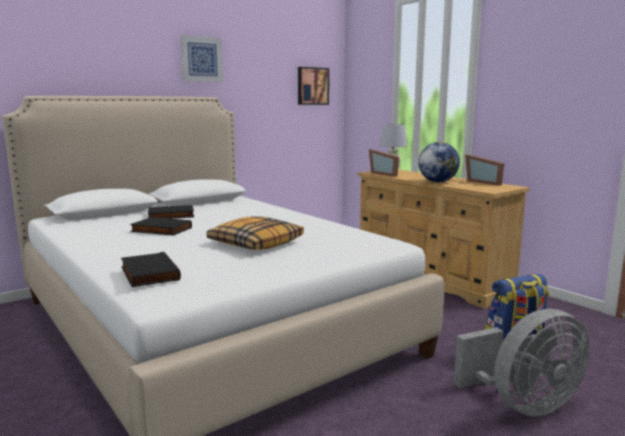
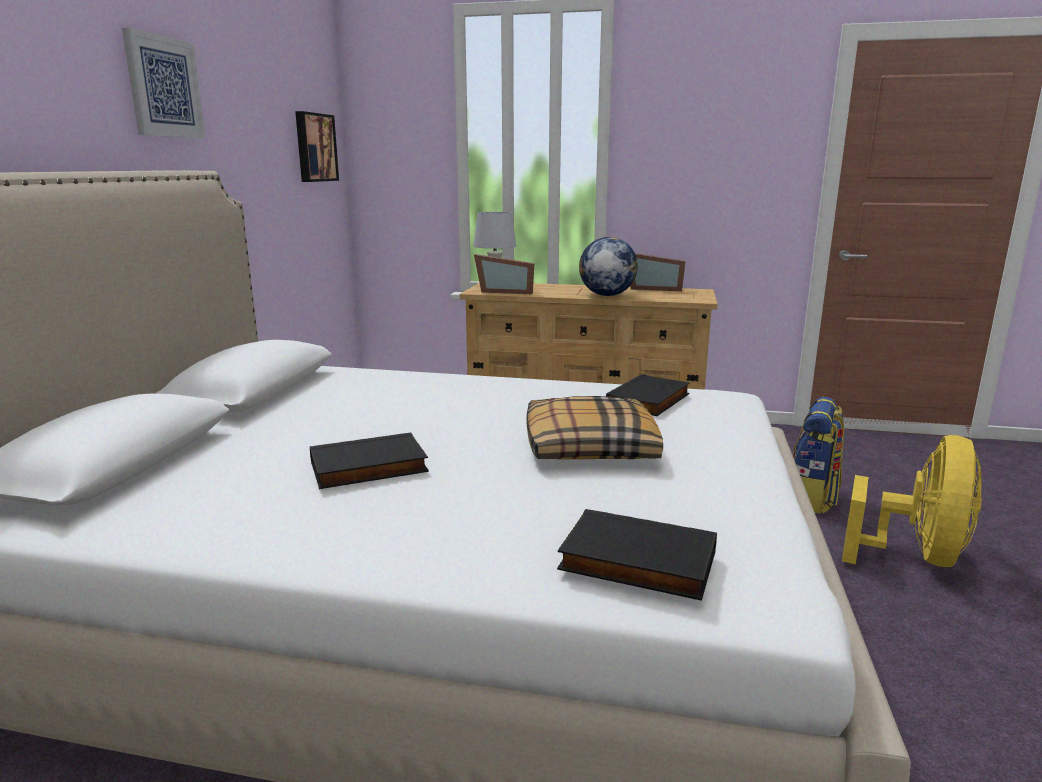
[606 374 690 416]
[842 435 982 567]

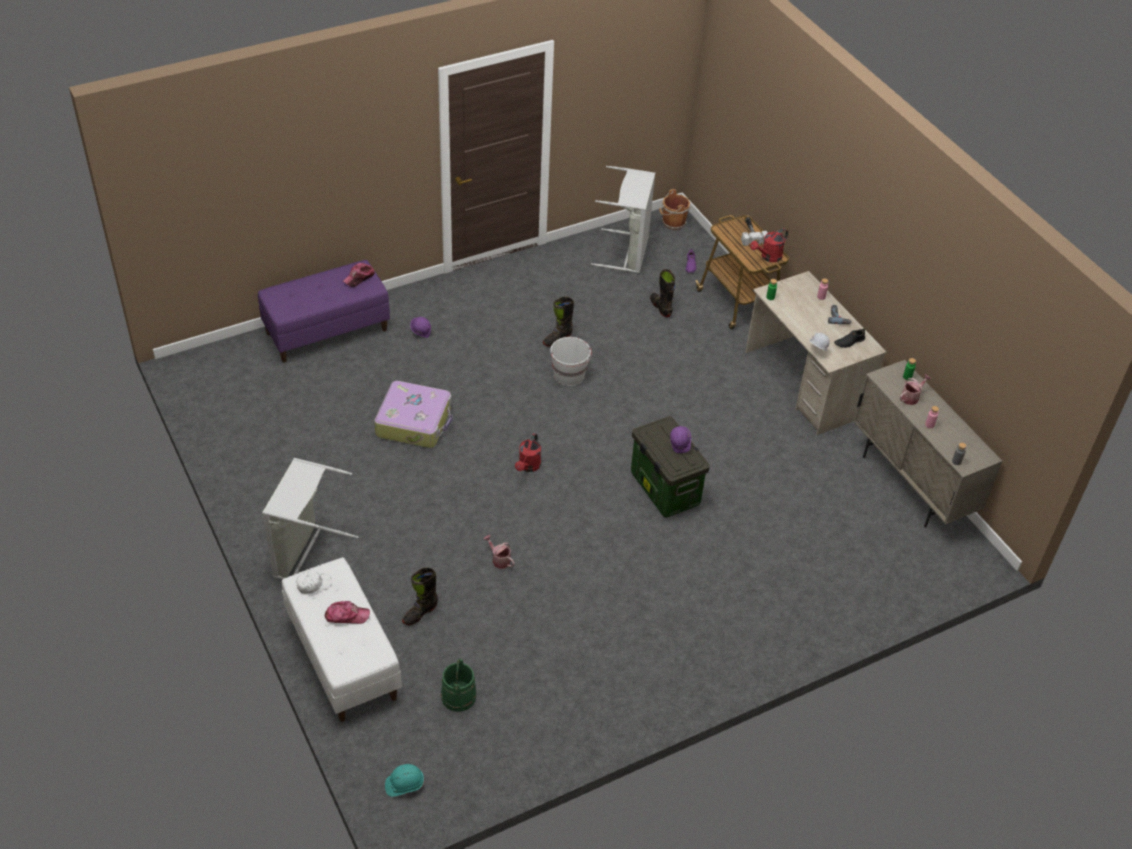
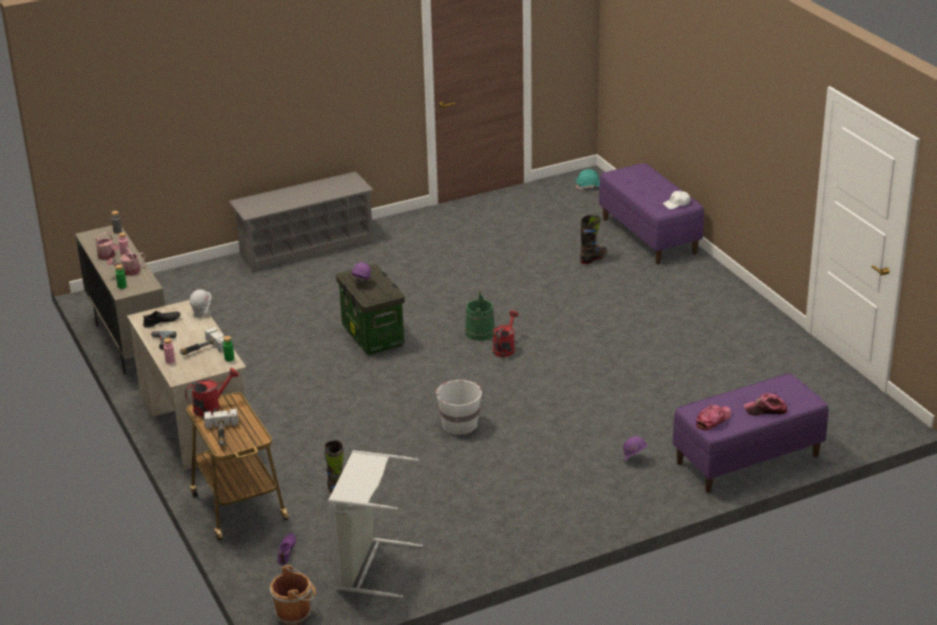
[543 296 574 347] (first image)
[374 381 453 448] (first image)
[262 458 359 579] (first image)
[95 233 119 260]
[599 163 704 265]
[744 393 787 415]
[465 290 495 341]
[229 172 374 273]
[180 327 225 355]

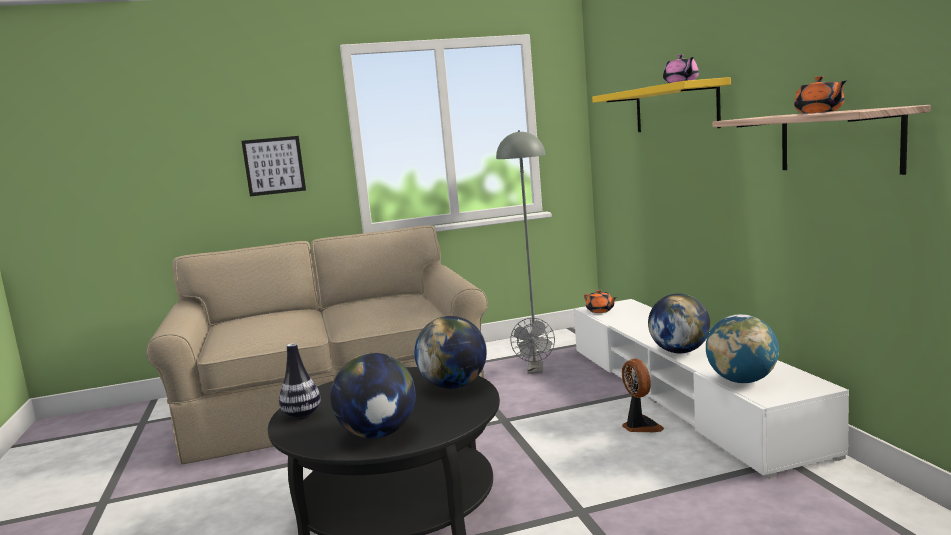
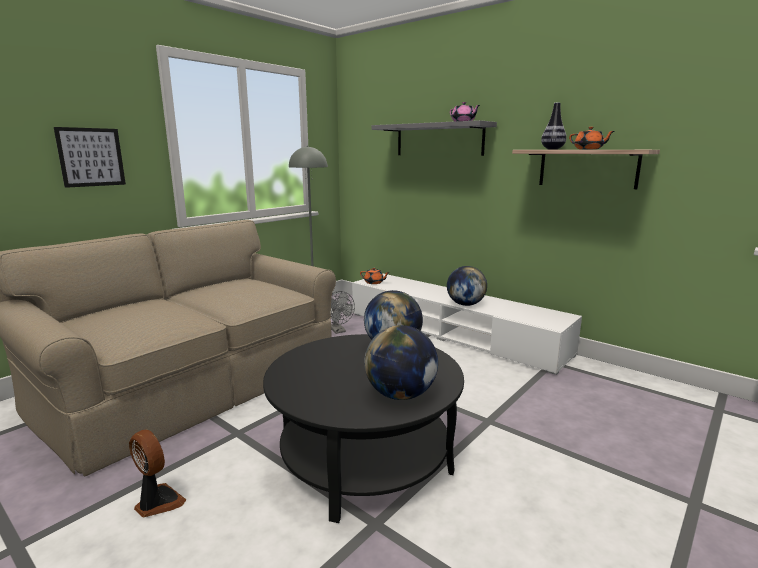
[371 120 497 156]
[706 314 779 383] (first image)
[541 103 567 150]
[129 430 186 517]

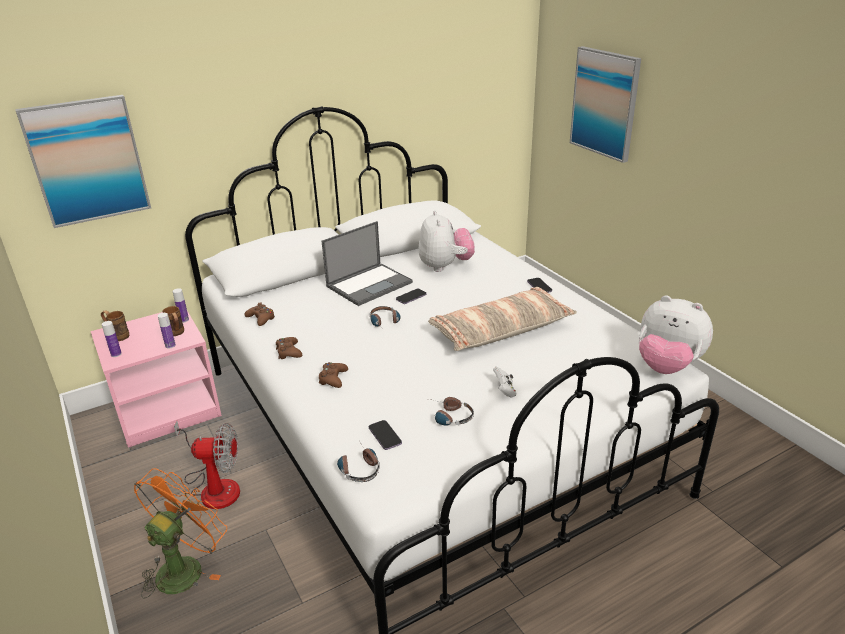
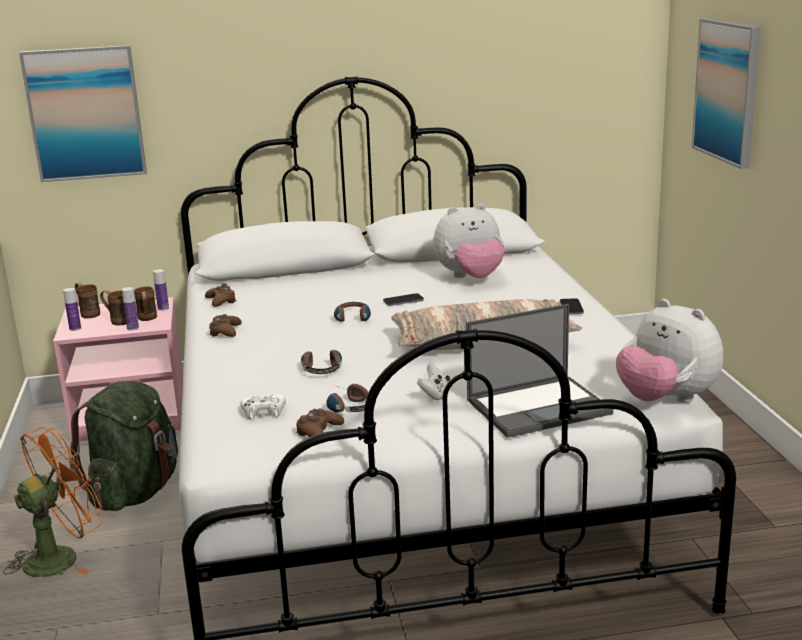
[433 204 505 278]
[466 304 613 438]
[296 408 344 437]
[240 394 286 419]
[68 381 178 511]
[301 349 342 374]
[100 290 126 325]

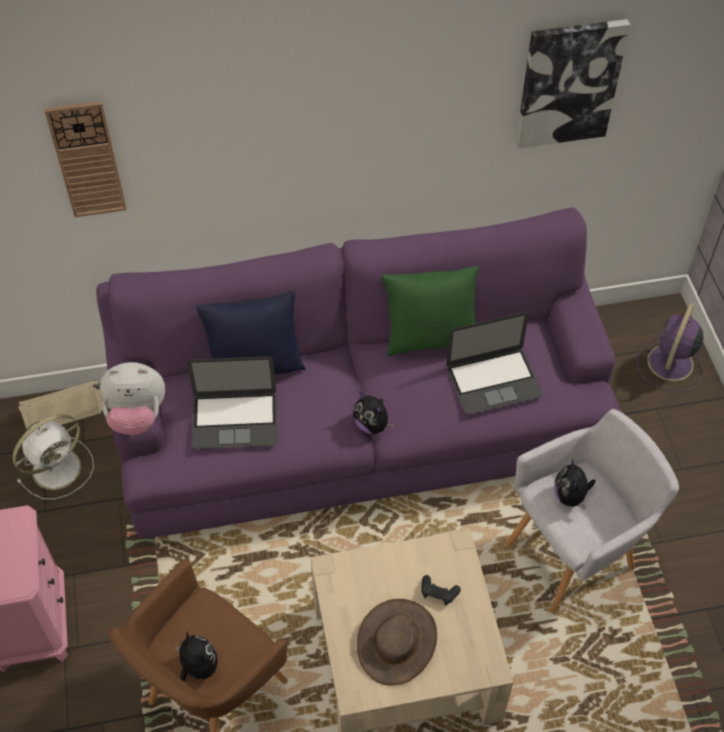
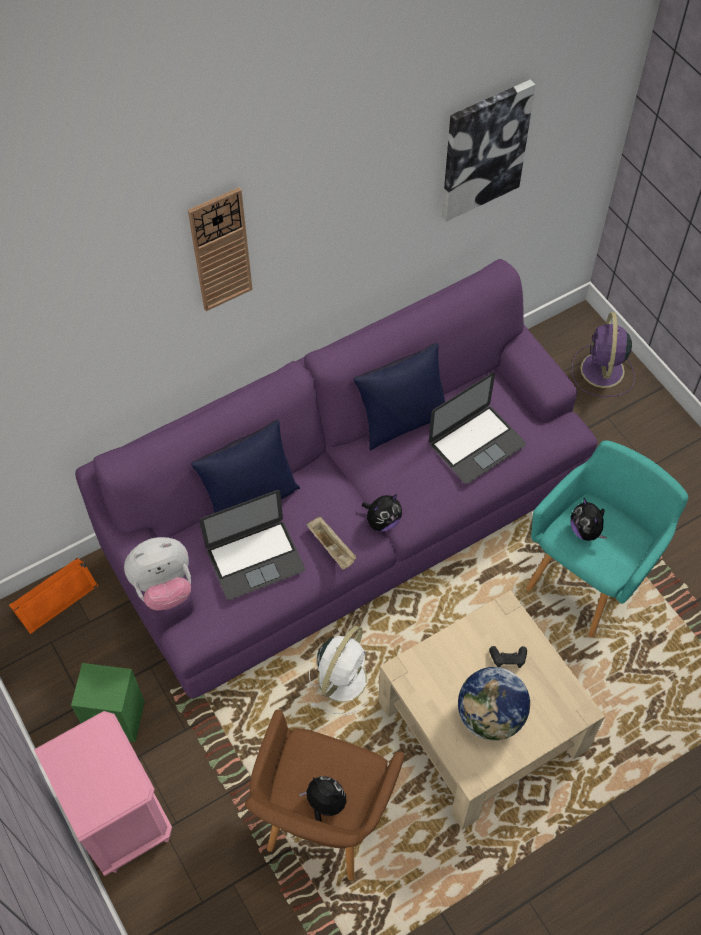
[188 187 253 311]
[353 343 445 450]
[9 558 98 634]
[362 494 402 532]
[526 440 688 637]
[309 626 369 714]
[458 667 530 741]
[307 517 356 570]
[71 663 145 742]

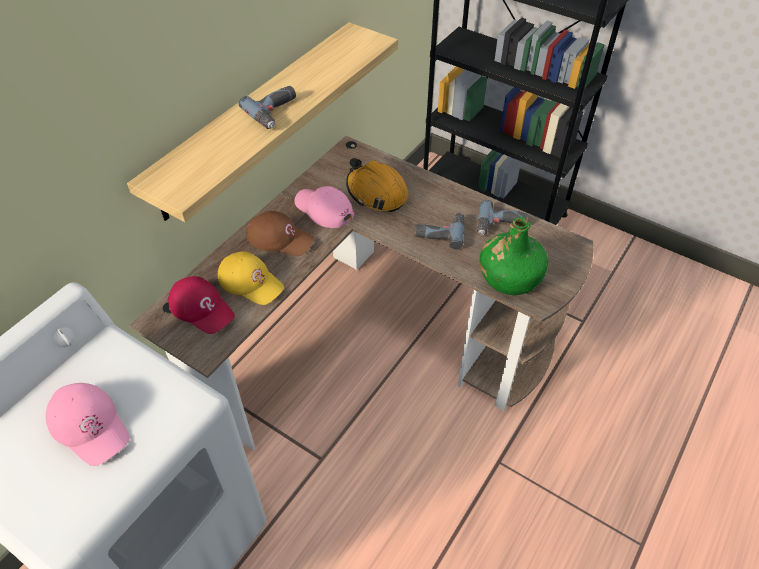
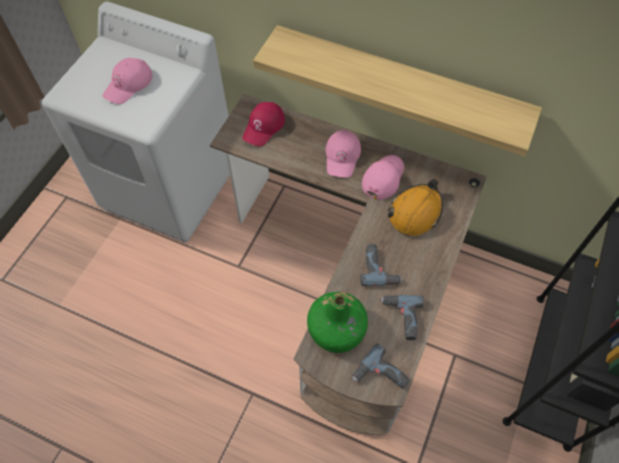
[352 344 410 389]
[326 130 361 177]
[217 251 284 305] (first image)

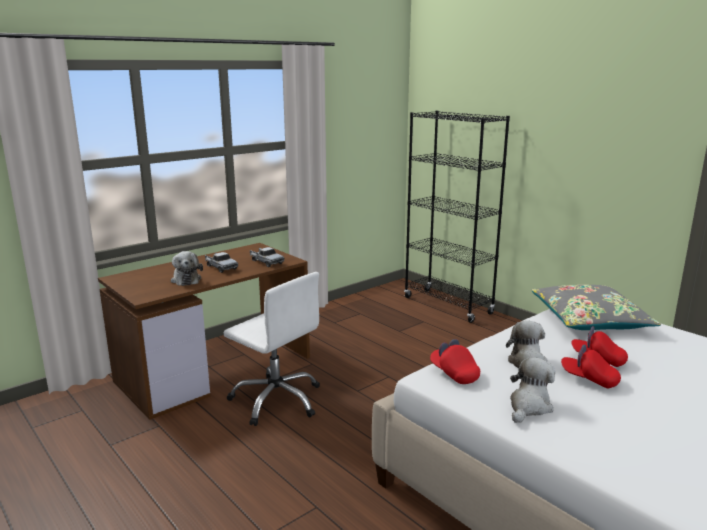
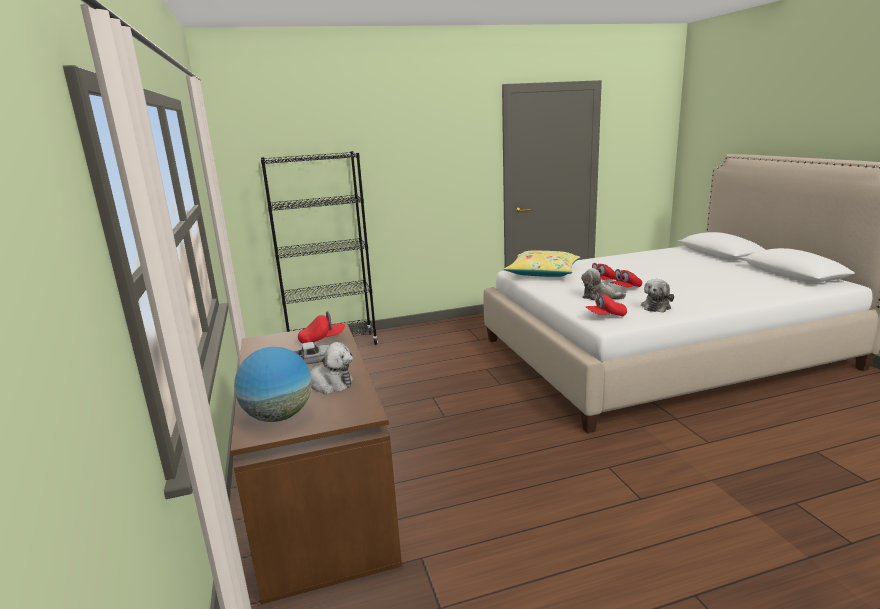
[298 311 345 344]
[224 272 320 426] (first image)
[504 251 581 277]
[641 279 674 313]
[234 347 312 422]

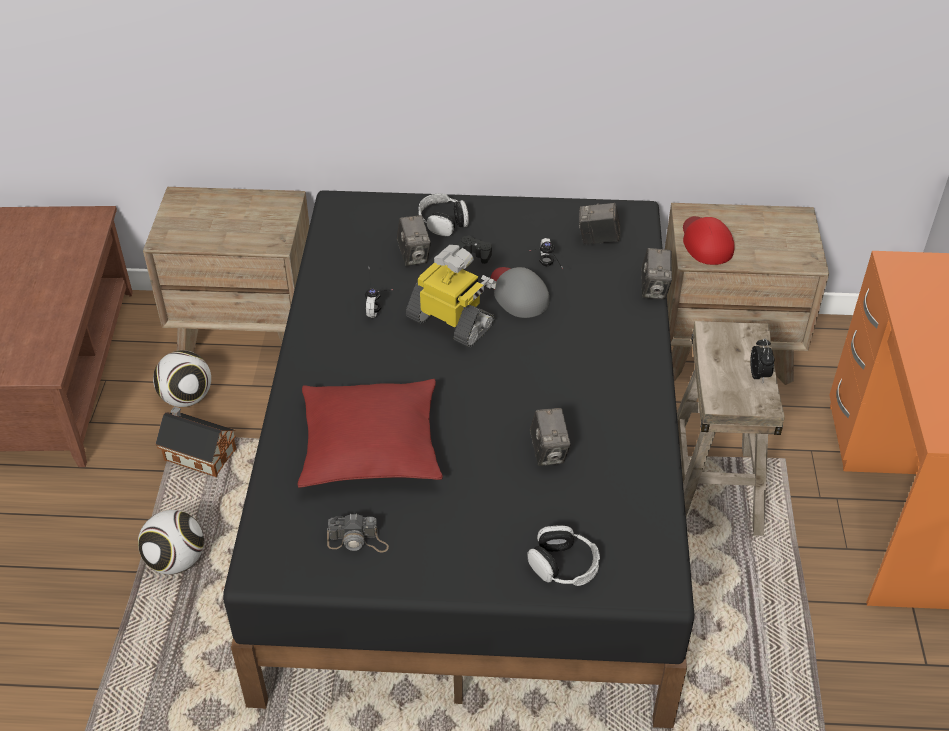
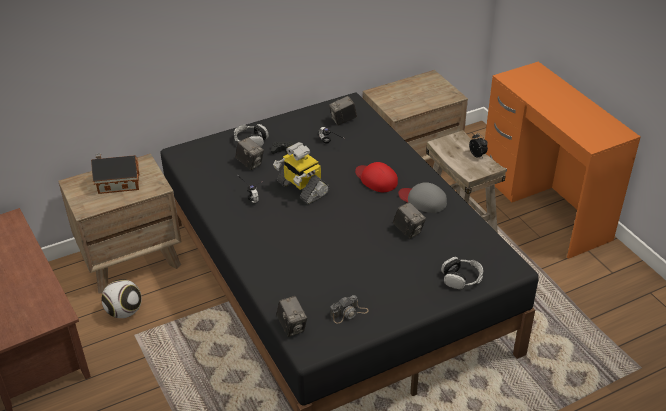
[355 162 398 192]
[273 142 330 205]
[276 296 307 337]
[399 182 447 213]
[297 379 443 488] (first image)
[91 153 139 194]
[138 510 204 574] (first image)

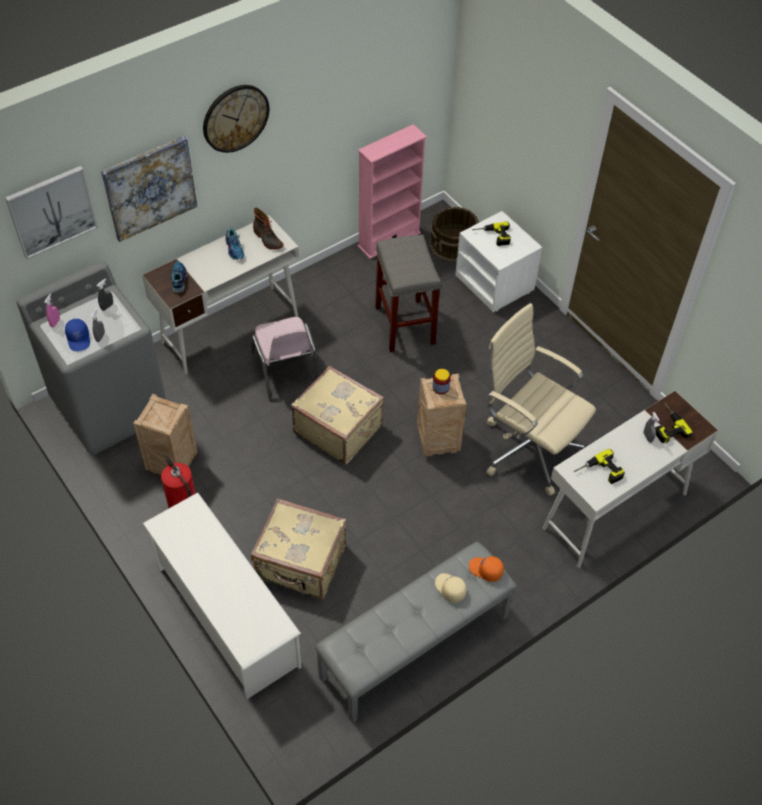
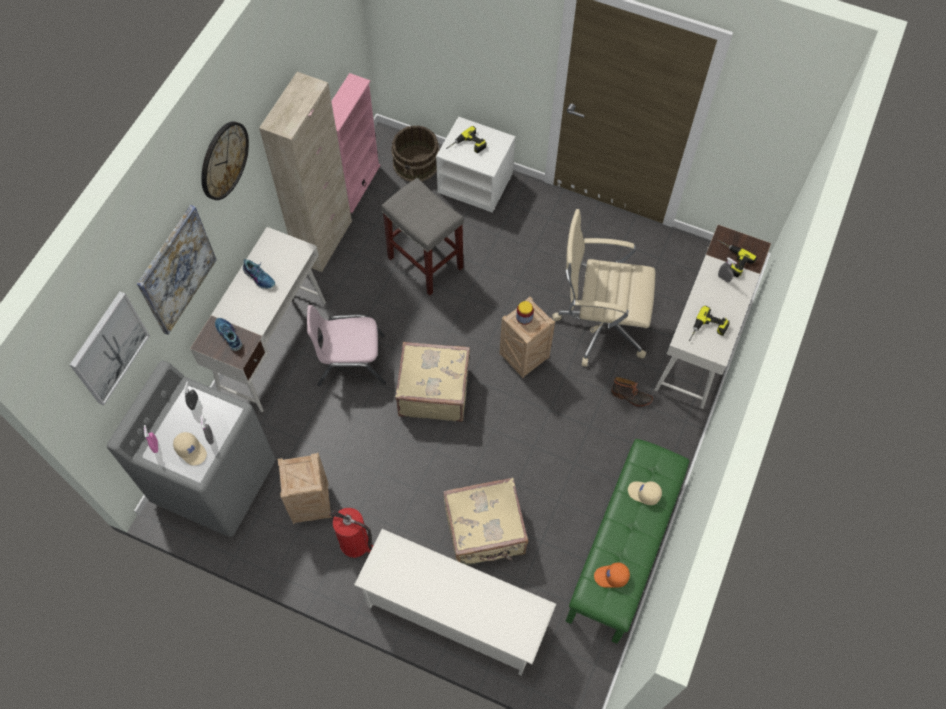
[611 377 653 407]
[307 305 386 386]
[173 432 207 466]
[565 439 690 644]
[594 563 630 588]
[259 72 352 272]

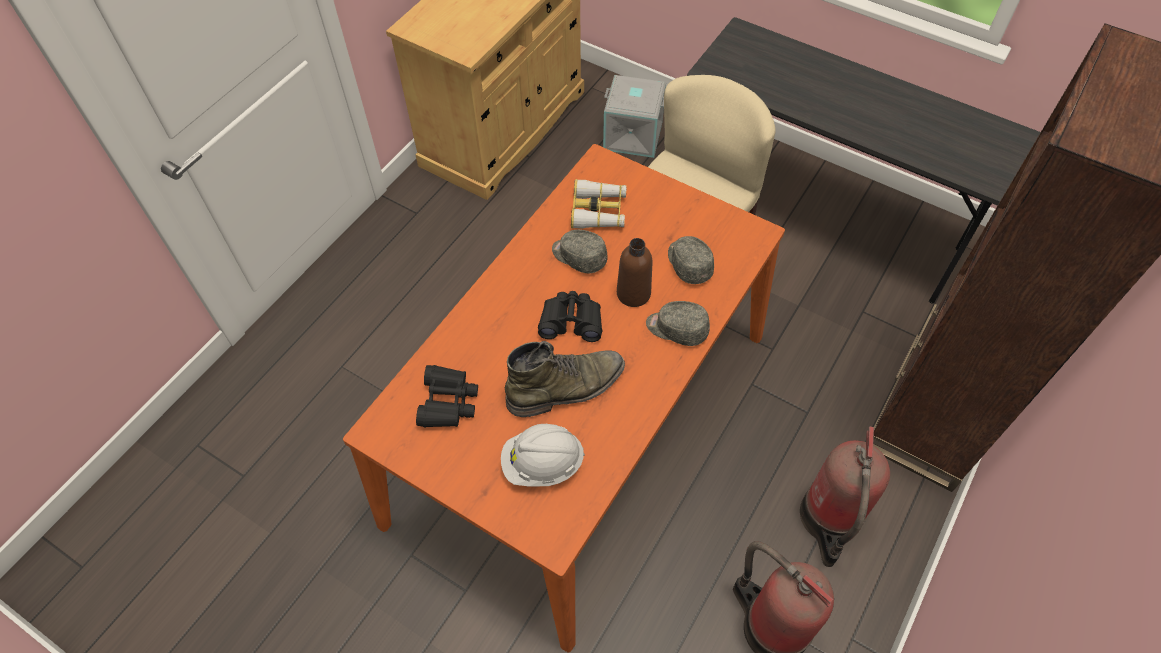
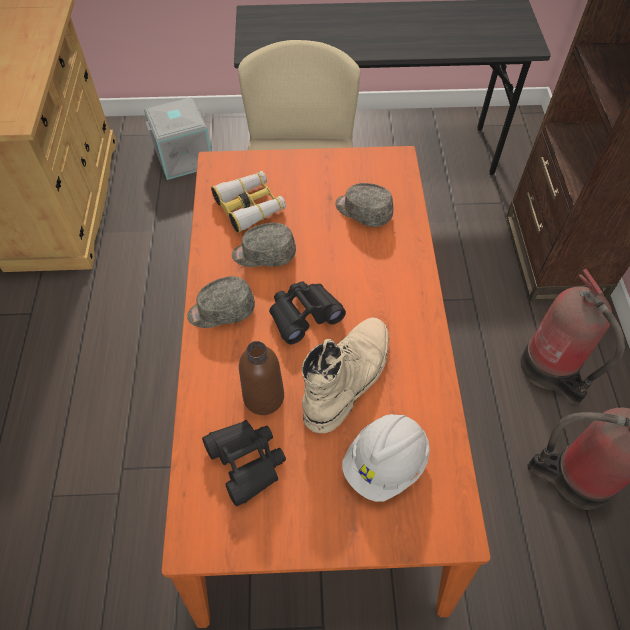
[239 341 284 415]
[187 276 255 328]
[302 318 389 433]

